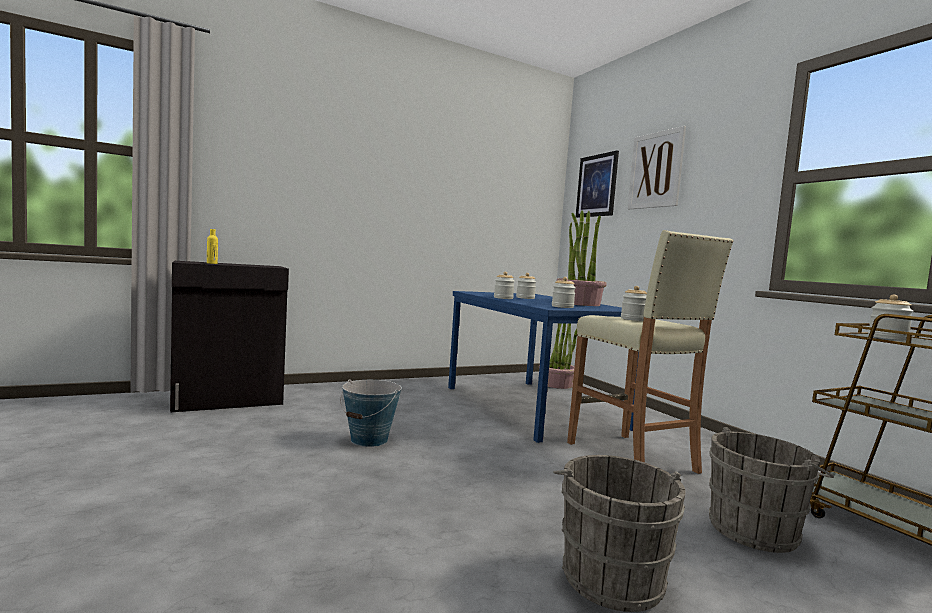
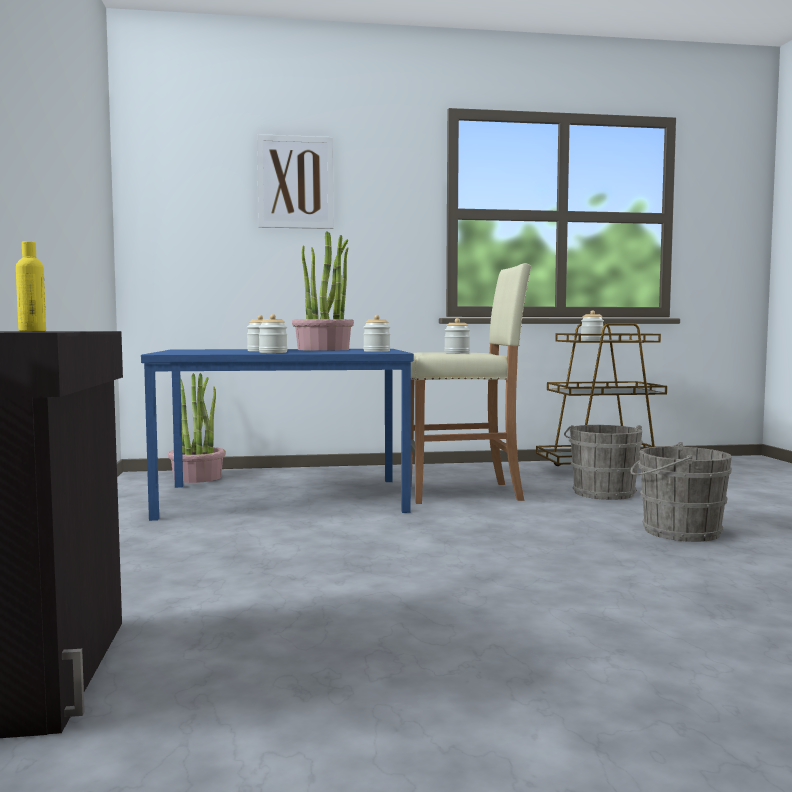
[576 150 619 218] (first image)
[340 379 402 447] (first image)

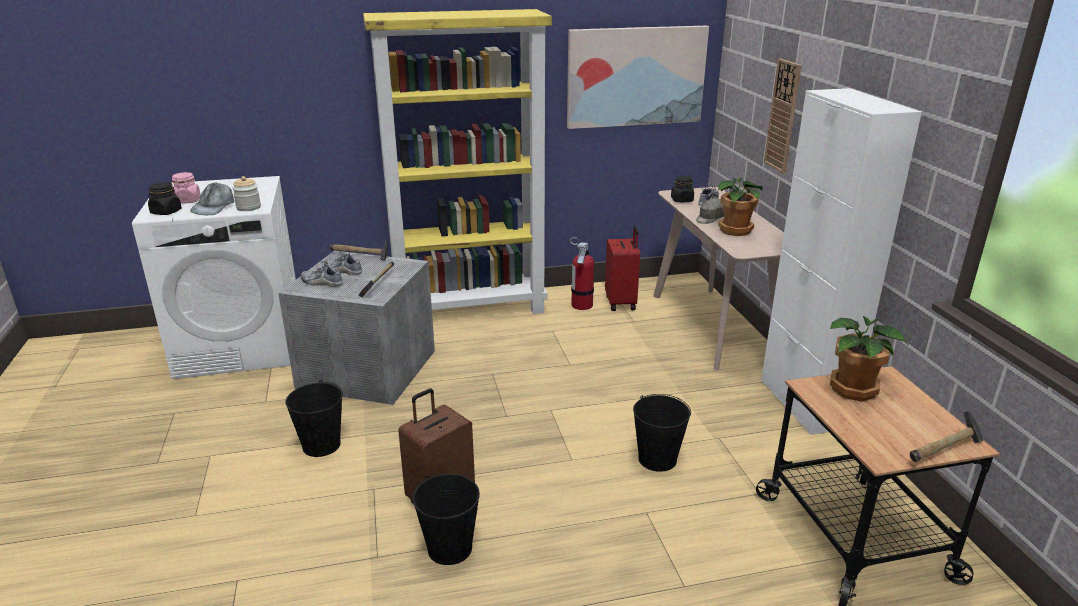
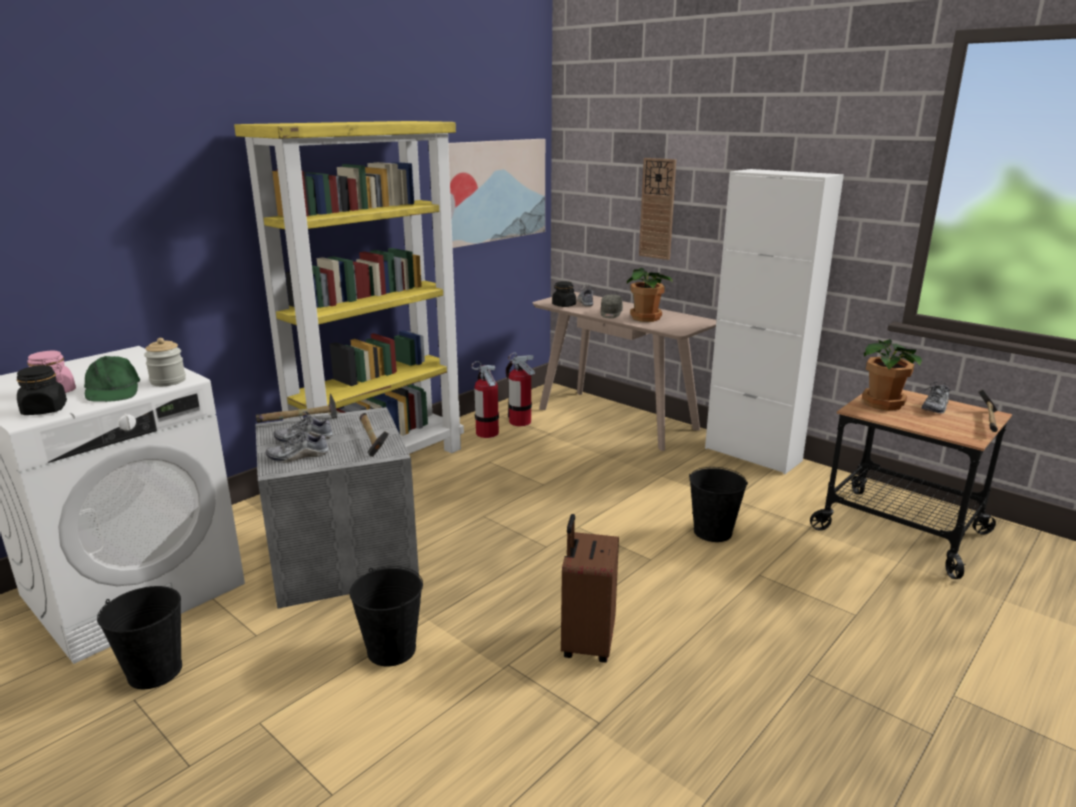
[84 356 140 402]
[506 352 535 426]
[97 586 182 689]
[921 381 954 414]

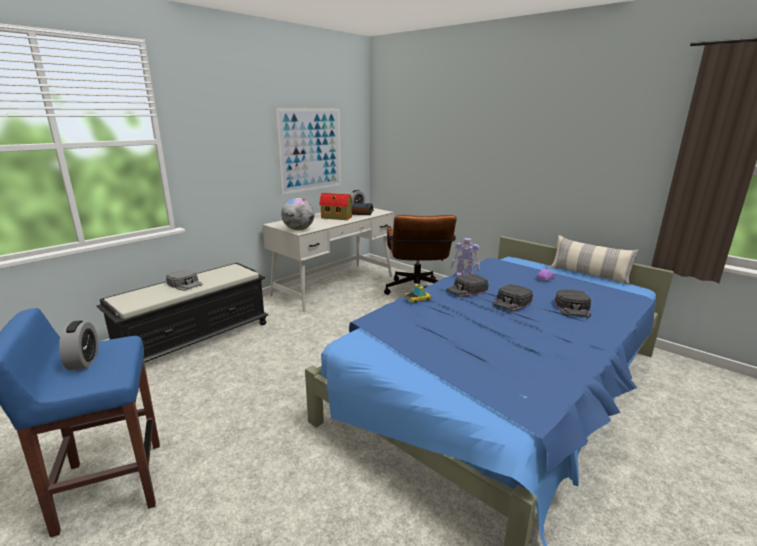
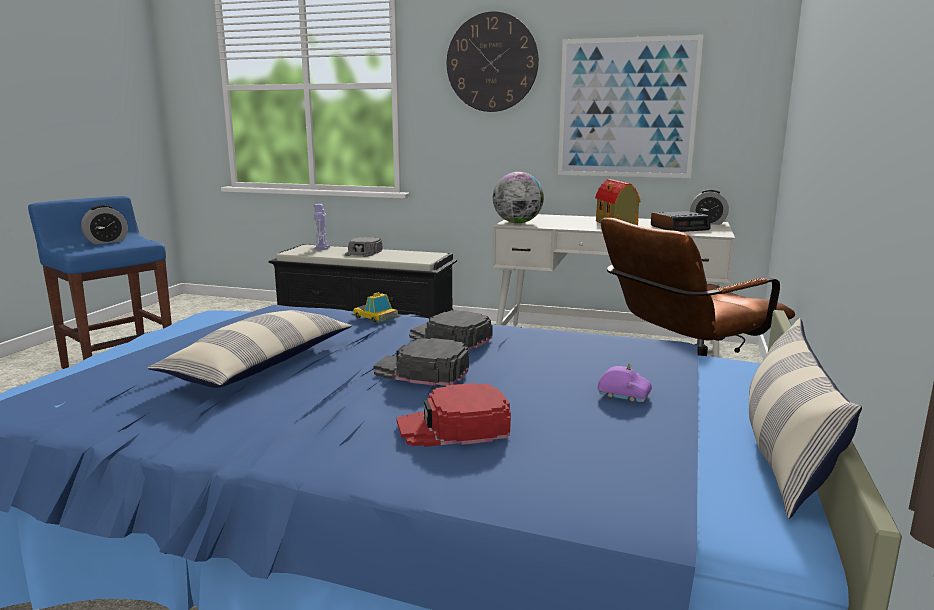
[313 204 330 250]
[396 383 511 447]
[447 11 539 112]
[148 310 352 388]

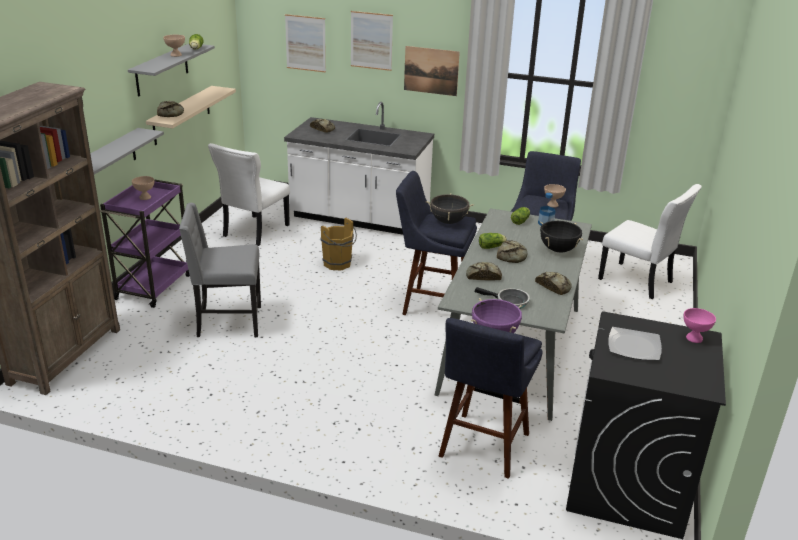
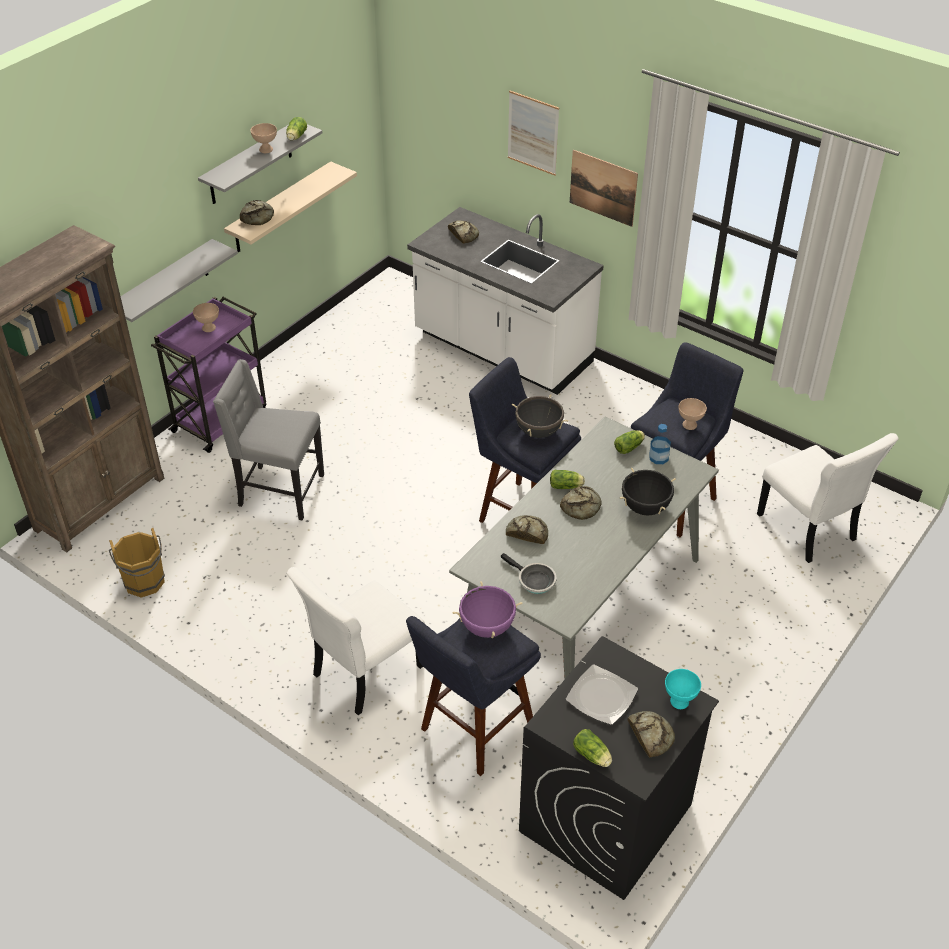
[285 14 326 73] (first image)
[287 567 425 715]
[109 528 165 597]
[627 711 675 758]
[665 669 701 709]
[573 729 612 767]

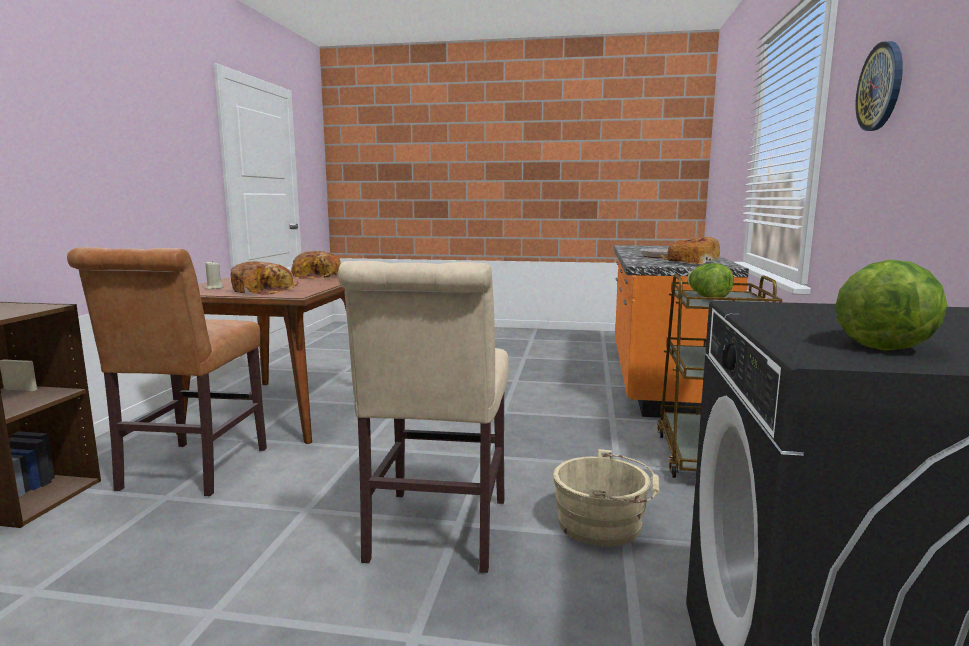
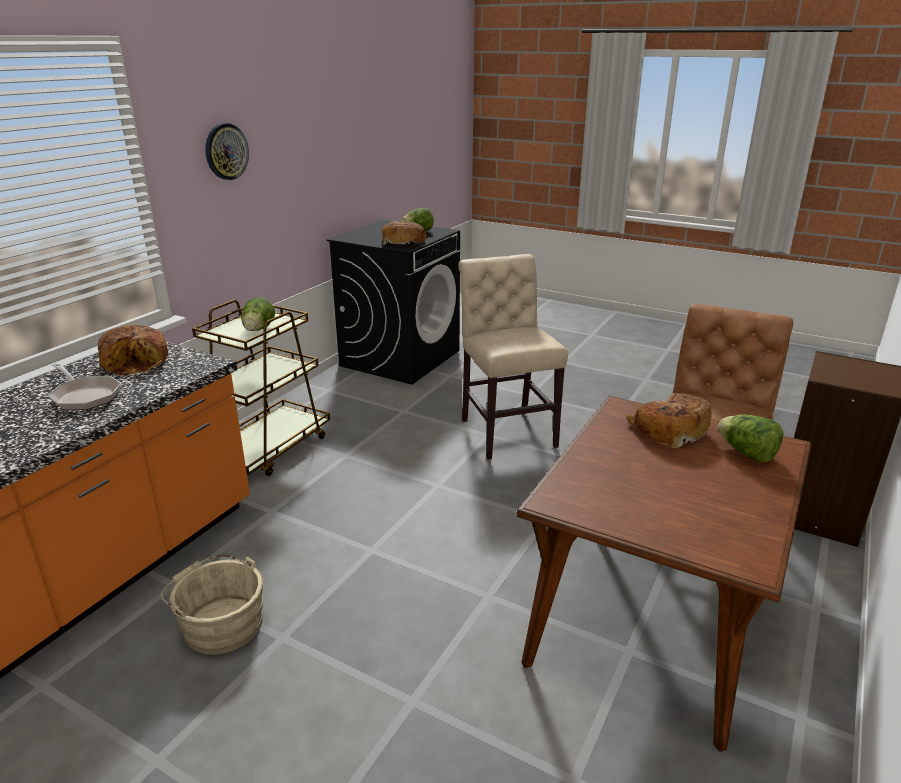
[382 221 427 245]
[718 414 783 463]
[458 254 568 460]
[161 555 263 655]

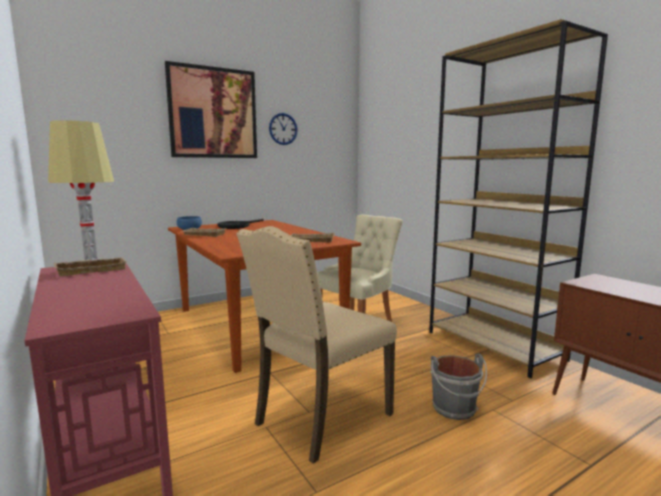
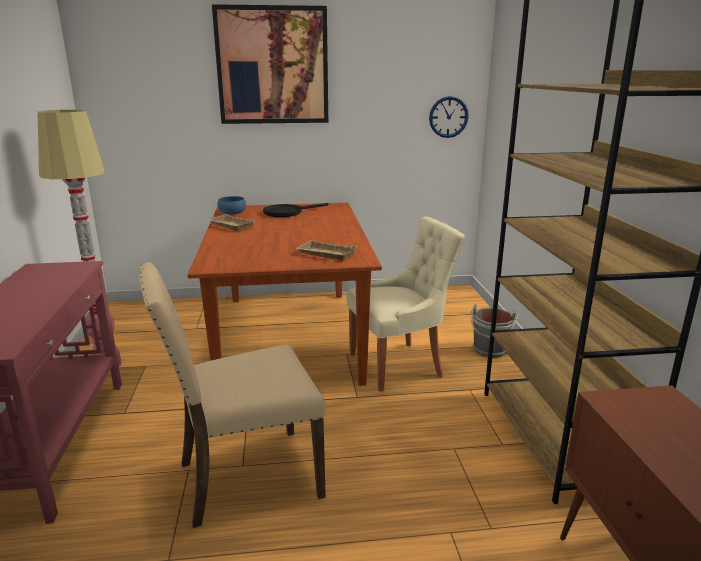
[429 96 469 138]
[54 257 127 276] (first image)
[470 304 518 358]

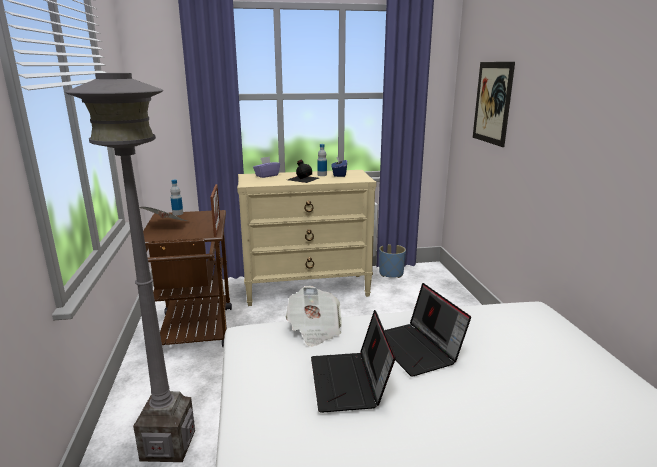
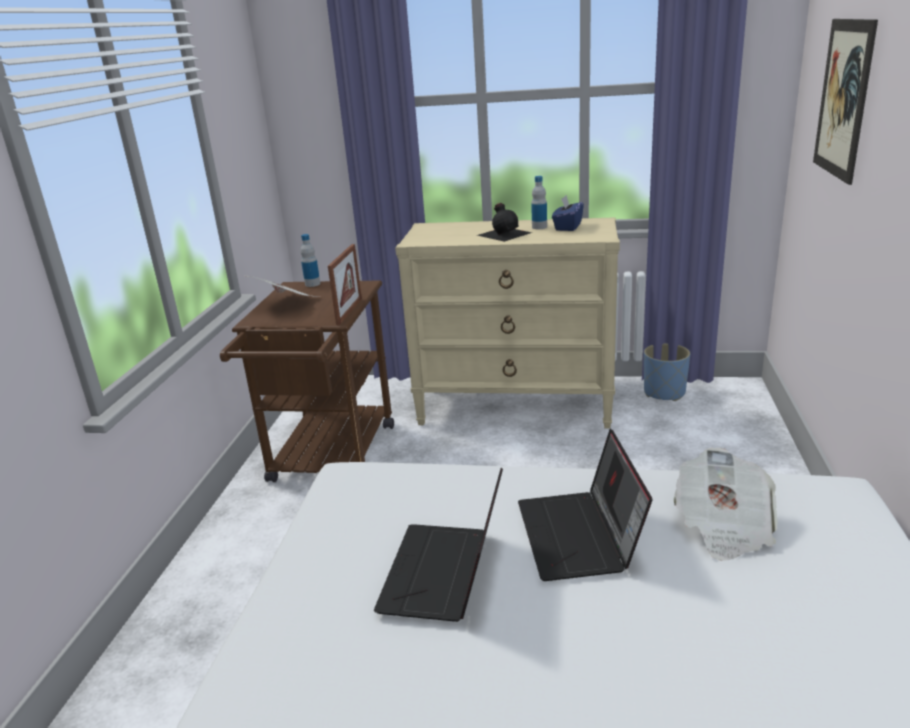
[65 73 195 462] (first image)
[253 156 280 178] (first image)
[673 448 778 561]

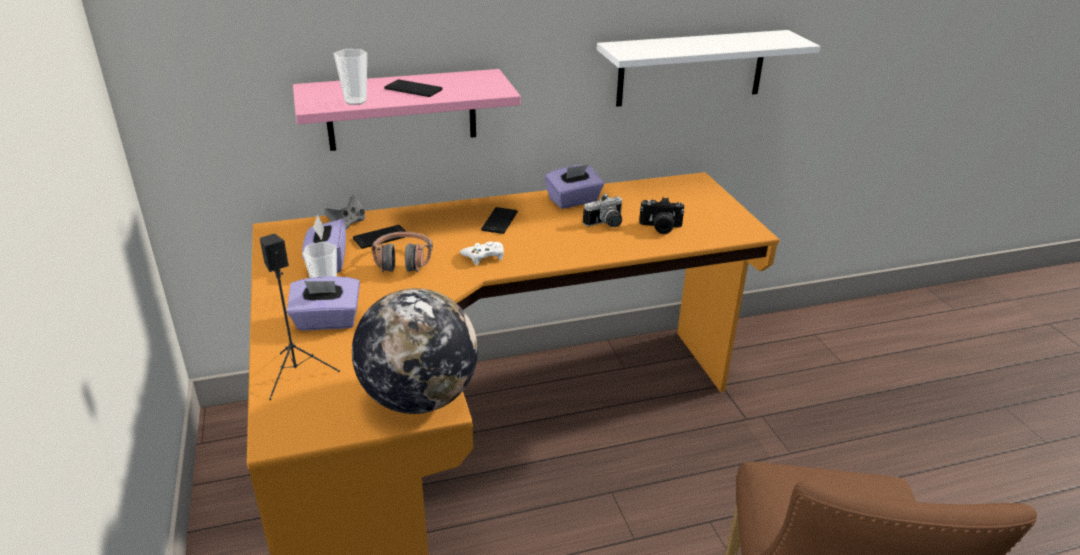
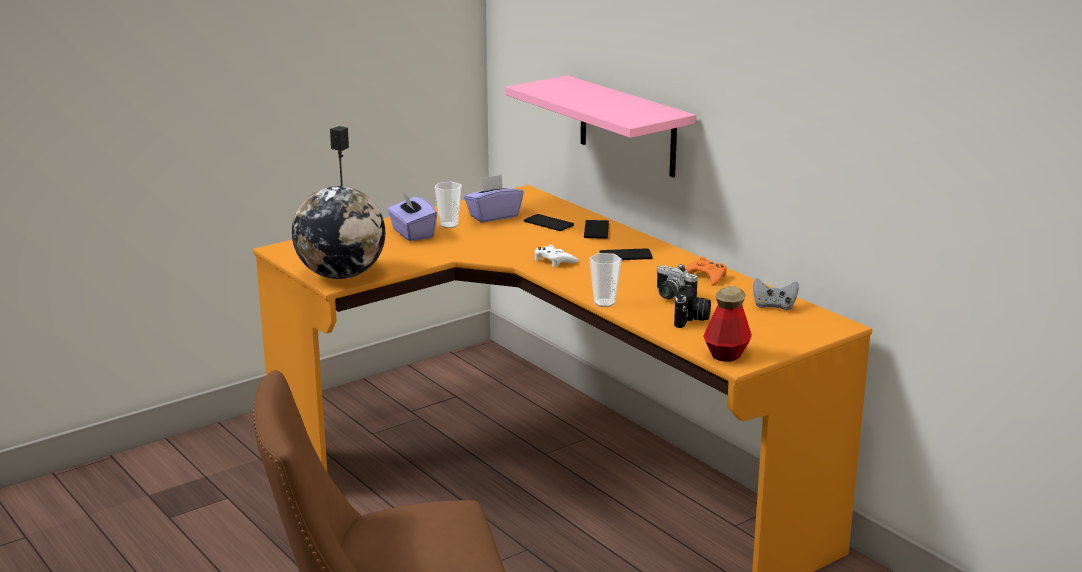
[597 30 820 107] (first image)
[589 253 622 307]
[584 220 609 239]
[685 257 727 286]
[753 278 799 310]
[674 284 711 328]
[371 232 433 272] (first image)
[703 286 752 362]

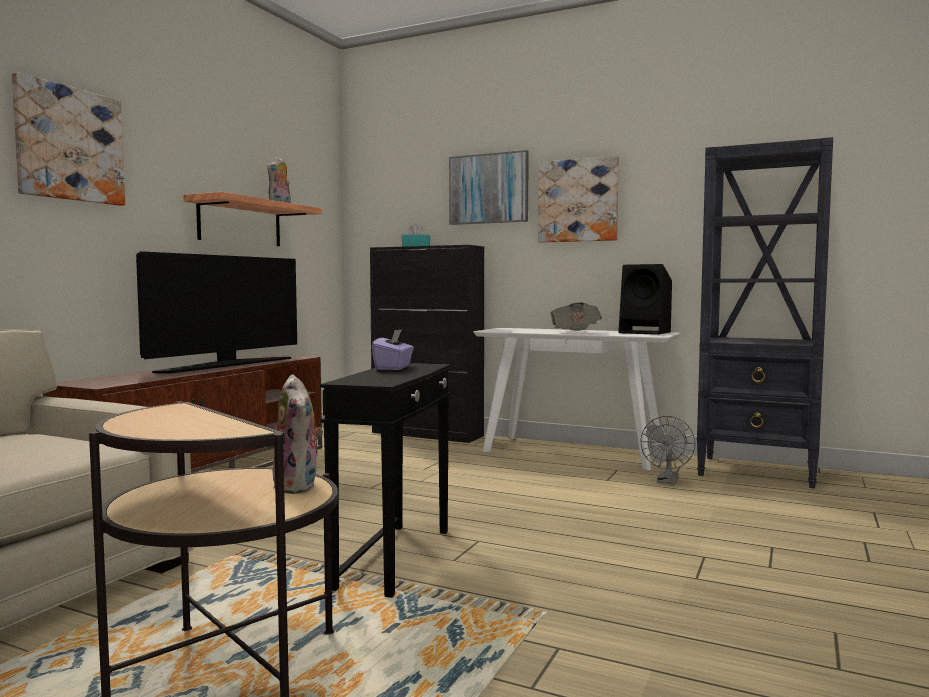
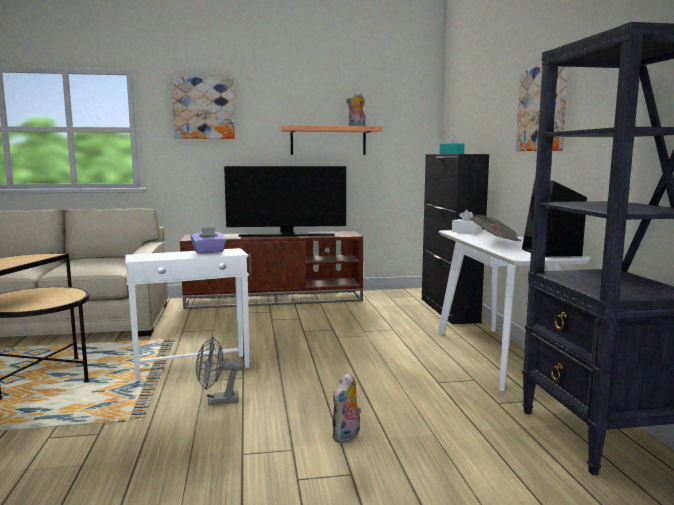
[449 150 529 225] (first image)
[125 248 250 381]
[332 372 361 443]
[196 337 245 406]
[452 210 482 234]

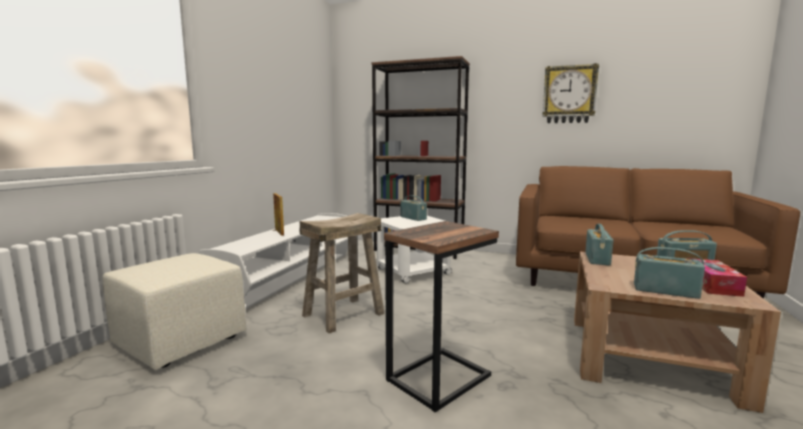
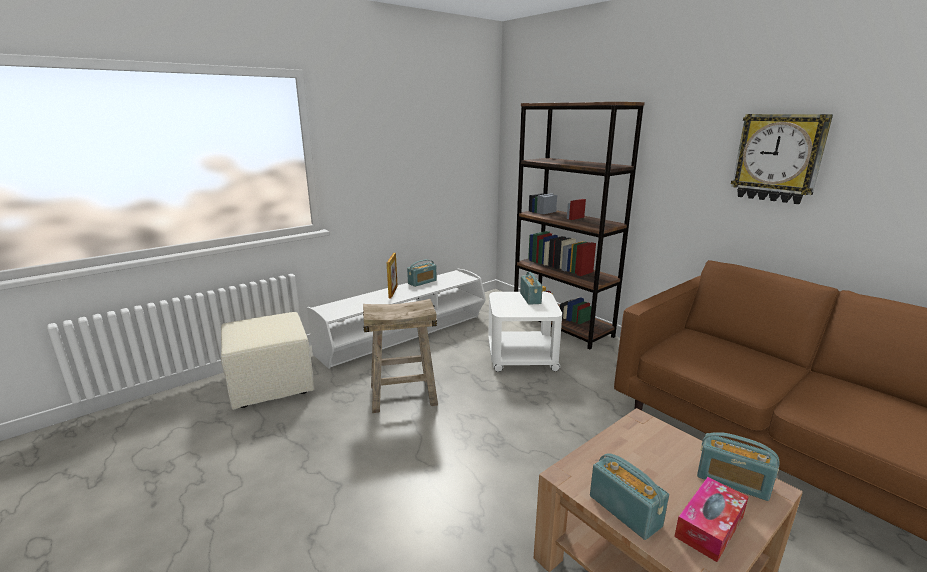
[384 221 499 412] (first image)
[407 259 437 287]

